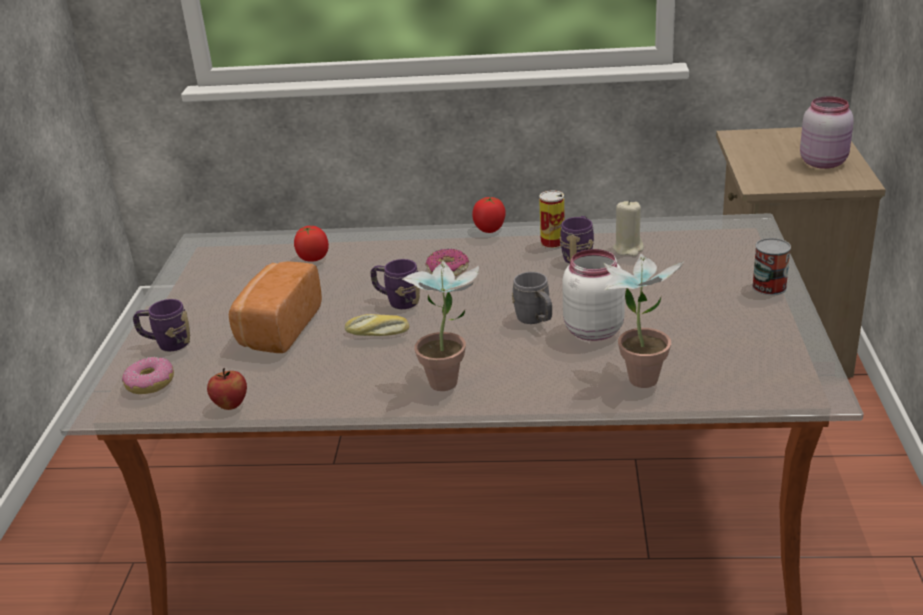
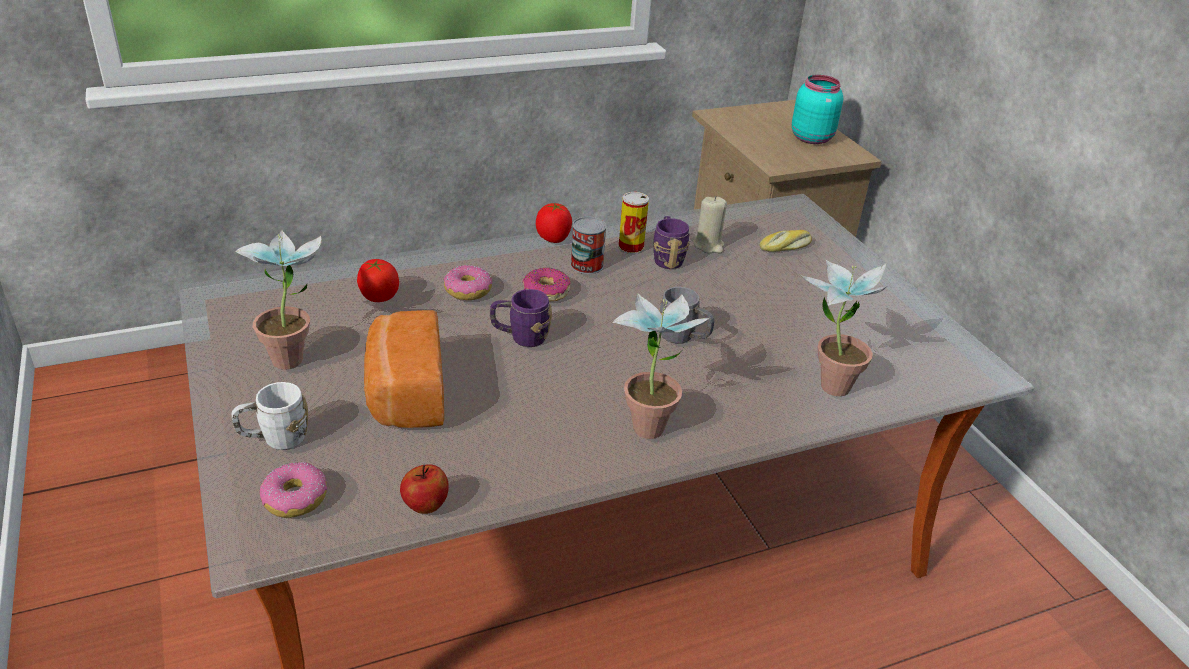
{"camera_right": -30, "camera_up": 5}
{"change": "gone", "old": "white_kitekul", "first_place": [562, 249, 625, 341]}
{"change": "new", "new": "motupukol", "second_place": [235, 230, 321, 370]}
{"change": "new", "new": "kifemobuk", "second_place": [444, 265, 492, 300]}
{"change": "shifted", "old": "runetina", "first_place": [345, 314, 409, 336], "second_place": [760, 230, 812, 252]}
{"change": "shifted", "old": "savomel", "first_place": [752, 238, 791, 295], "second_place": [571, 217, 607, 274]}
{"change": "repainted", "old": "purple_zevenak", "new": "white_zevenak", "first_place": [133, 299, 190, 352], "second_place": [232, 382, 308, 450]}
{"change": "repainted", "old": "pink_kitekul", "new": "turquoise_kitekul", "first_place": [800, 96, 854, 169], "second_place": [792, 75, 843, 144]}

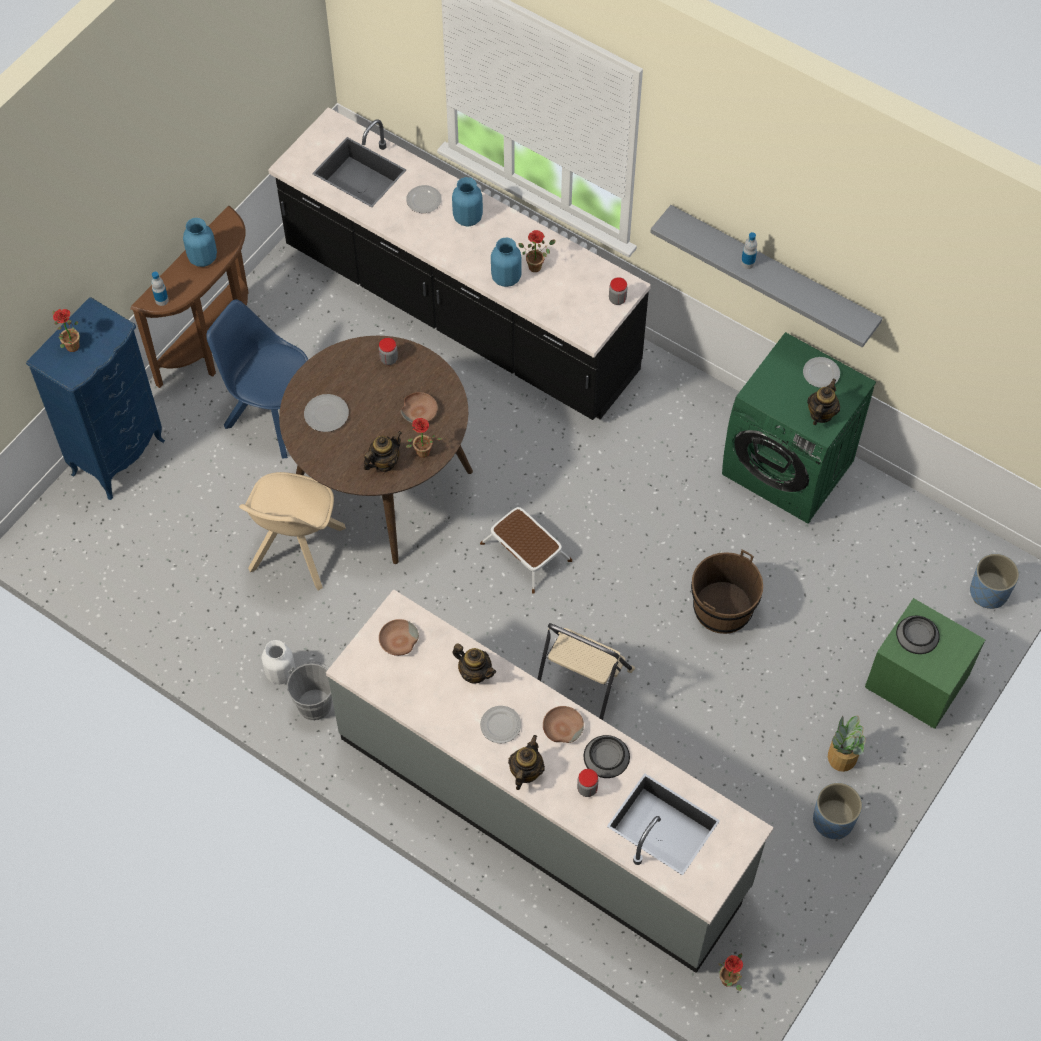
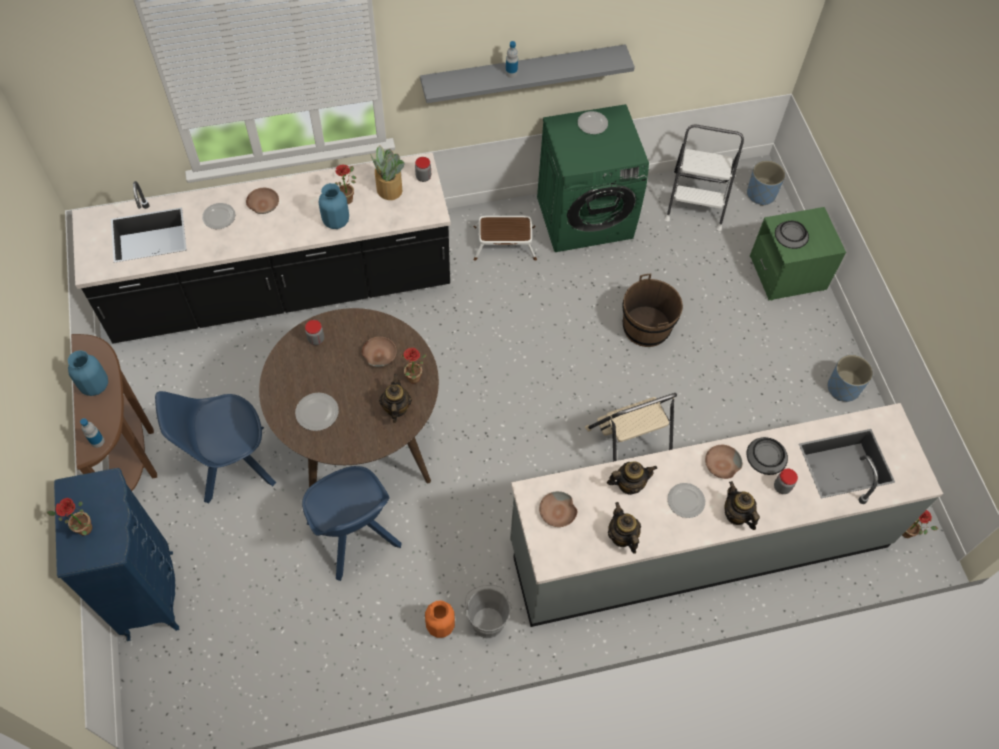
{"camera_right": -50, "camera_up": 0}
{"change": "new", "new": "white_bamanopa", "second_place": [664, 125, 744, 231]}
{"change": "shifted", "old": "brown_bamanopa", "first_place": [480, 507, 572, 593], "second_place": [473, 216, 537, 261]}
{"change": "shifted", "old": "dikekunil", "first_place": [807, 379, 840, 425], "second_place": [608, 502, 641, 554]}
{"change": "shifted", "old": "motupukol", "first_place": [828, 716, 866, 772], "second_place": [370, 145, 405, 200]}
{"change": "swapped", "old": "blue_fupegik", "new": "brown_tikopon", "first_place": [452, 177, 483, 227], "second_place": [246, 188, 279, 214]}
{"change": "repainted", "old": "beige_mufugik", "new": "blue_mufugik", "first_place": [239, 472, 346, 591], "second_place": [302, 466, 402, 581]}
{"change": "repainted", "old": "white_fupegik", "new": "orange_fupegik", "first_place": [261, 640, 295, 684], "second_place": [425, 601, 455, 638]}

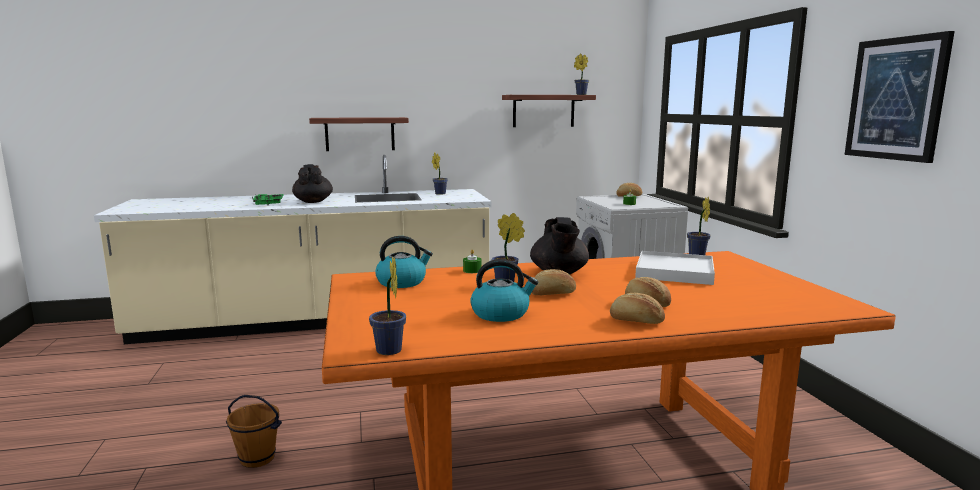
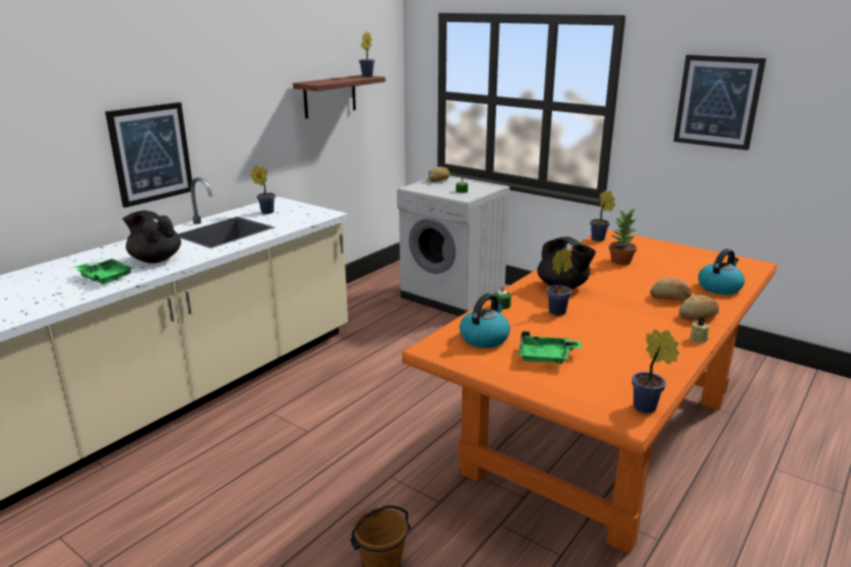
{"camera_right": -40, "camera_up": 10}
{"change": "gone", "old": "runetina", "first_place": [532, 269, 576, 295]}
{"change": "new", "new": "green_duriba", "second_place": [519, 331, 582, 364]}
{"change": "new", "new": "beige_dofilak", "second_place": [690, 317, 710, 344]}
{"change": "shifted", "old": "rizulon", "first_place": [470, 259, 538, 322], "second_place": [698, 249, 745, 295]}
{"change": "swapped", "old": "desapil", "new": "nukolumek", "first_place": [309, 117, 409, 151], "second_place": [105, 102, 192, 208]}
{"change": "swapped", "old": "white_duriba", "new": "motupukol", "first_place": [635, 251, 715, 285], "second_place": [609, 209, 637, 265]}

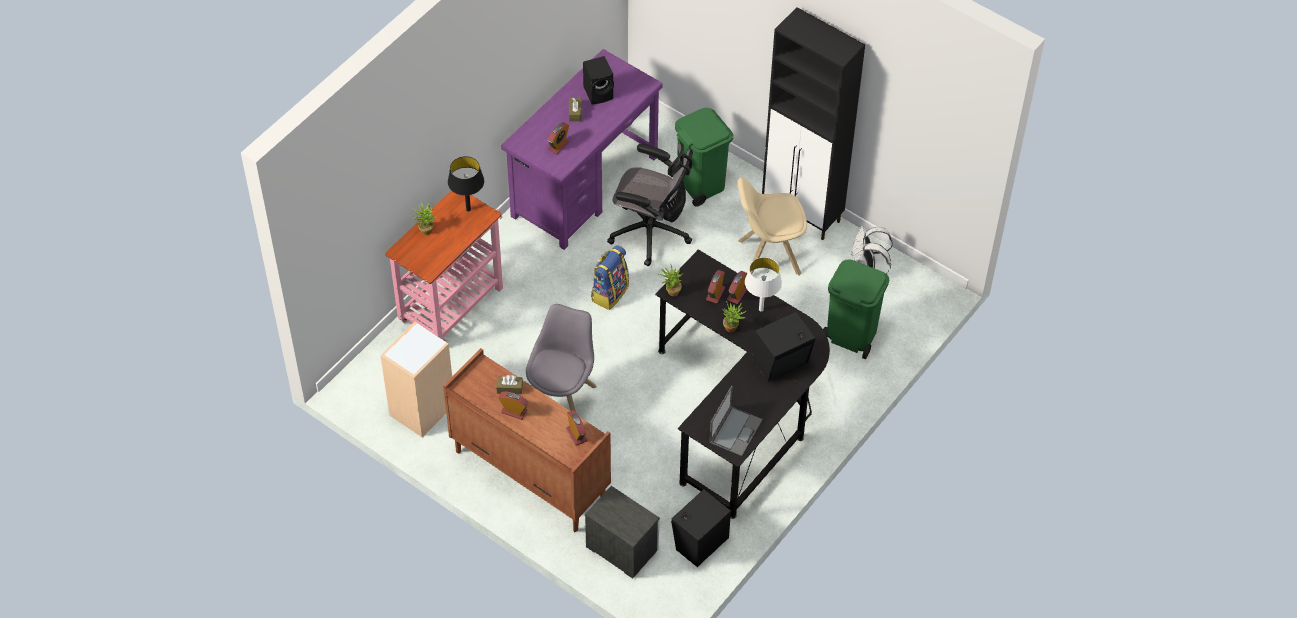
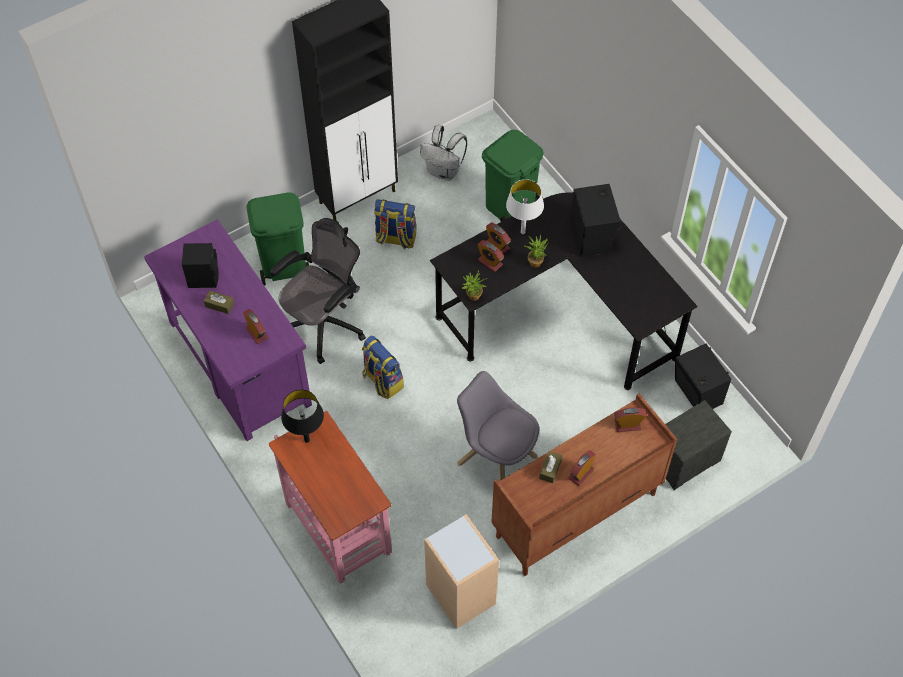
{"camera_right": -70, "camera_up": 5}
{"change": "gone", "old": "motupukol", "first_place": [412, 203, 437, 235]}
{"change": "gone", "old": "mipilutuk", "first_place": [709, 386, 762, 456]}
{"change": "swapped", "old": "beige_mufugik", "new": "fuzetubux", "first_place": [738, 178, 807, 275], "second_place": [374, 199, 416, 249]}

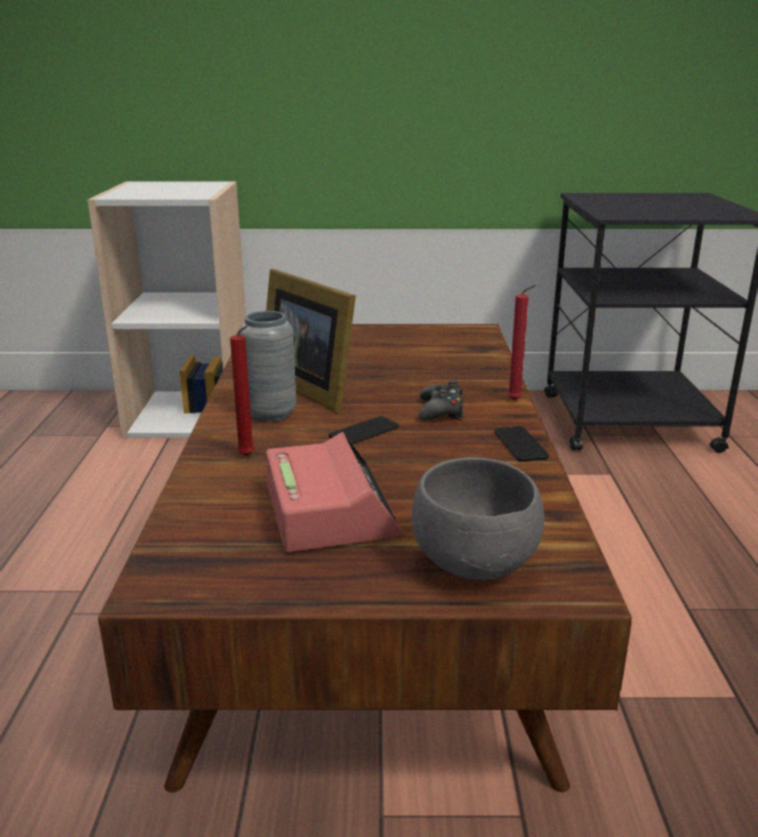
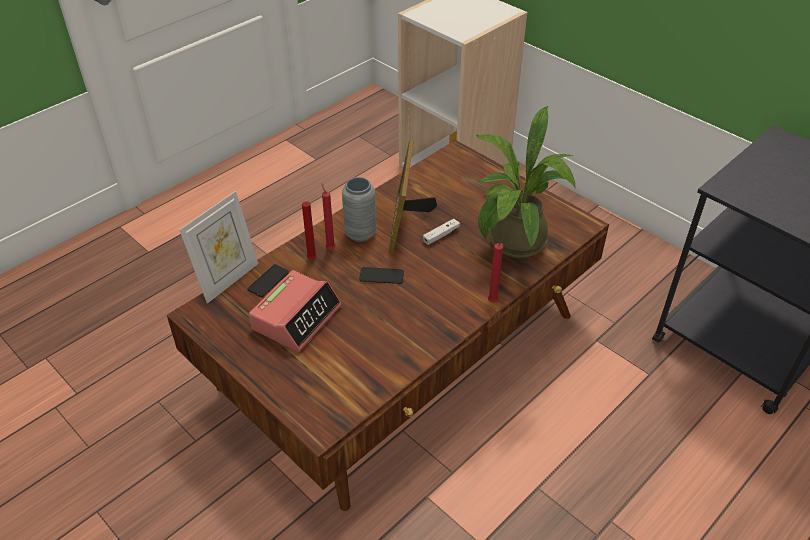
{"camera_right": 45, "camera_up": 20}
{"change": "gone", "old": "grey_tikopon", "first_place": [411, 457, 544, 580]}
{"change": "gone", "old": "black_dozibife", "first_place": [418, 380, 464, 420]}
{"change": "new", "new": "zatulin", "second_place": [179, 191, 258, 304]}
{"change": "new", "new": "red_dofilak", "second_place": [322, 183, 335, 249]}
{"change": "new", "new": "white_dozibife", "second_place": [423, 219, 460, 245]}
{"change": "new", "new": "motupukol", "second_place": [476, 106, 575, 259]}
{"change": "shifted", "old": "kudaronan", "first_place": [494, 426, 549, 462], "second_place": [248, 264, 289, 297]}

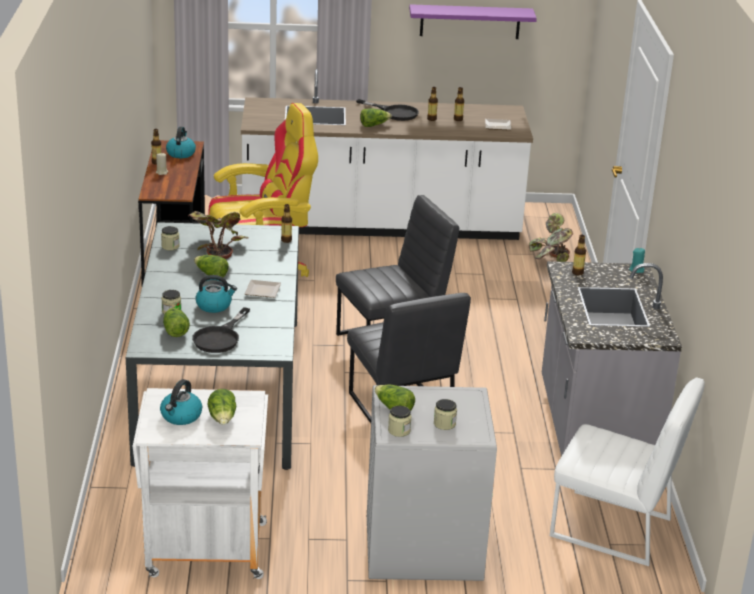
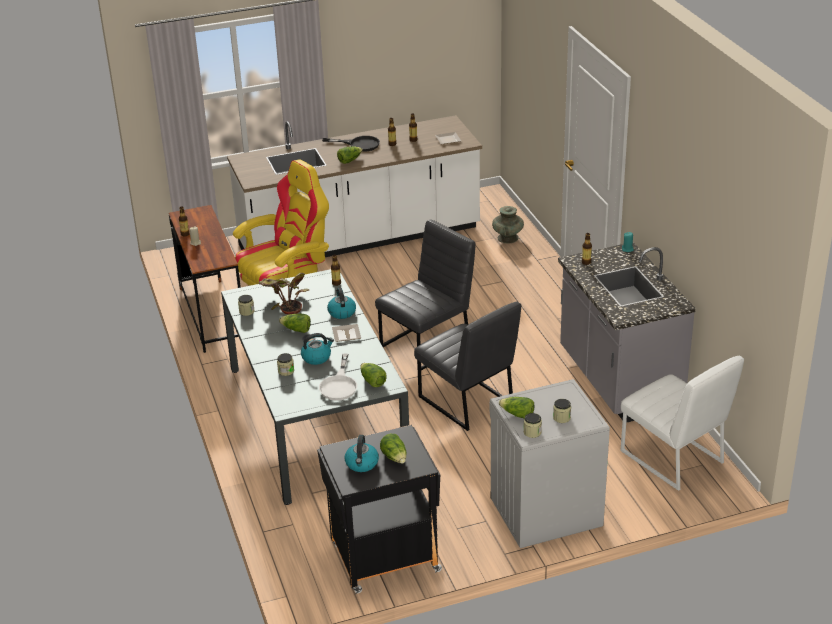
{"camera_right": -15, "camera_up": 5}
{"change": "gone", "old": "purple_desapil", "first_place": [409, 4, 537, 39]}
{"change": "shifted", "old": "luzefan", "first_place": [163, 308, 190, 337], "second_place": [360, 363, 387, 387]}
{"change": "shifted", "old": "rizulon", "first_place": [166, 127, 196, 158], "second_place": [327, 288, 356, 319]}
{"change": "swapped", "old": "motupukol", "new": "turquoise_fupegik", "first_place": [529, 213, 573, 262], "second_place": [492, 206, 524, 244]}
{"change": "repainted", "old": "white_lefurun", "new": "black_lefurun", "first_place": [133, 388, 268, 579], "second_place": [317, 425, 442, 594]}
{"change": "repainted", "old": "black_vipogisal", "new": "white_vipogisal", "first_place": [192, 307, 250, 353], "second_place": [319, 354, 357, 401]}
{"change": "rotated", "old": "white_mufugik", "first_place": [550, 377, 705, 566], "second_place": [621, 355, 744, 491], "degrees": 45}

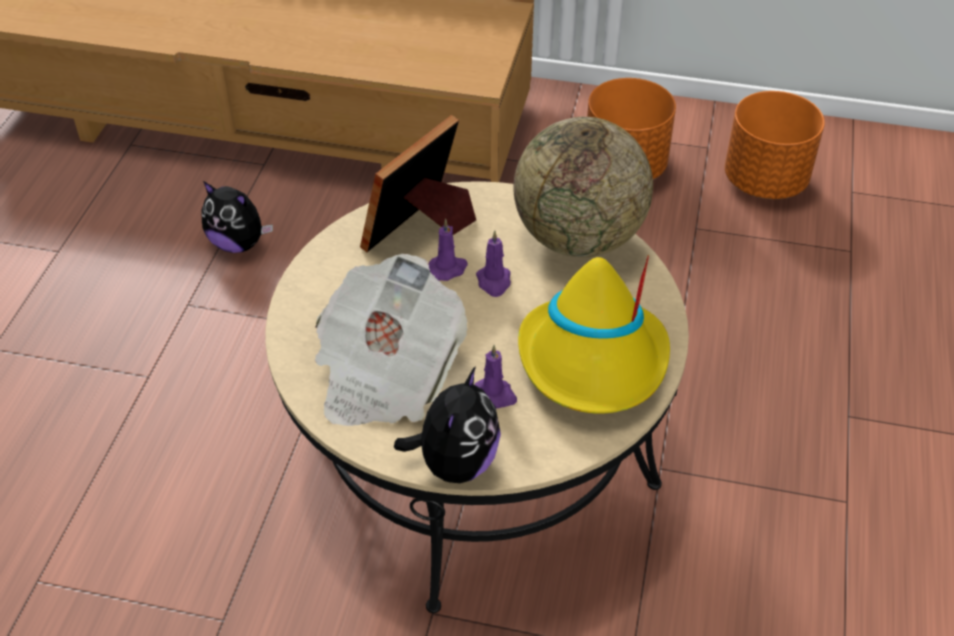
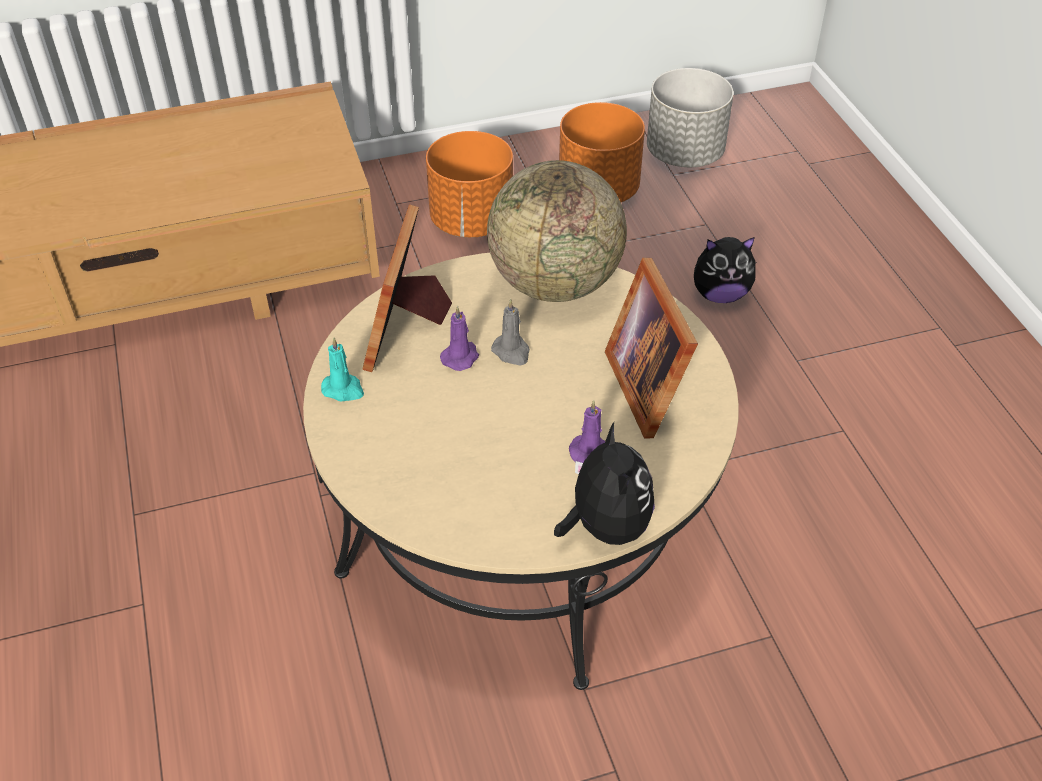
{"camera_right": -30, "camera_up": 0}
{"change": "gone", "old": "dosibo", "first_place": [315, 254, 467, 426]}
{"change": "new", "new": "turquoise_dofilak", "second_place": [321, 337, 364, 401]}
{"change": "new", "new": "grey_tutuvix", "second_place": [647, 68, 734, 167]}
{"change": "shifted", "old": "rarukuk", "first_place": [201, 181, 273, 253], "second_place": [694, 237, 756, 303]}
{"change": "swapped", "old": "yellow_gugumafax", "new": "zatulin", "first_place": [518, 255, 670, 413], "second_place": [605, 258, 698, 438]}
{"change": "repainted", "old": "purple_dofilak", "new": "grey_dofilak", "first_place": [476, 230, 511, 297], "second_place": [491, 299, 530, 366]}

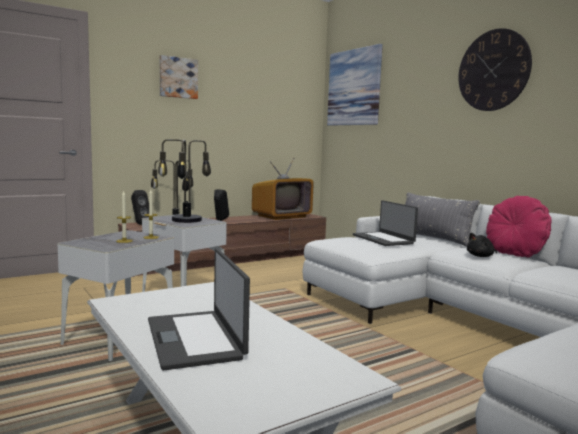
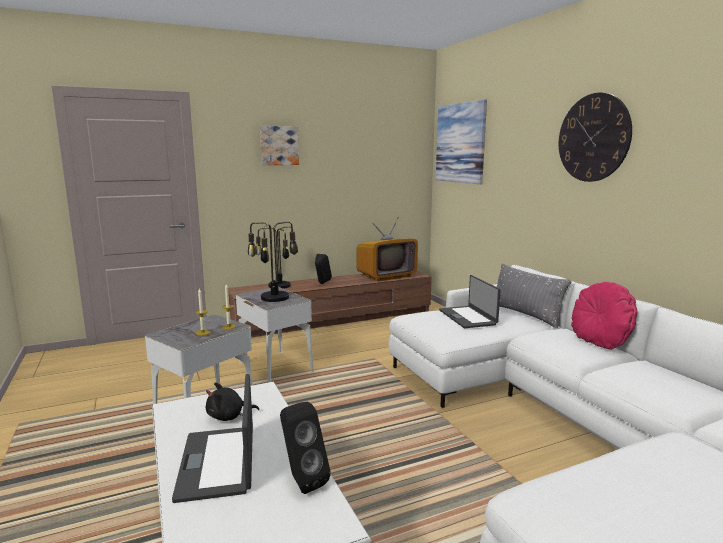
{"camera_right": 10, "camera_up": 5}
{"change": "shifted", "old": "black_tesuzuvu", "first_place": [131, 190, 149, 225], "second_place": [280, 401, 331, 494]}
{"change": "shifted", "old": "black_rarukuk", "first_place": [467, 233, 497, 257], "second_place": [206, 382, 259, 421]}

